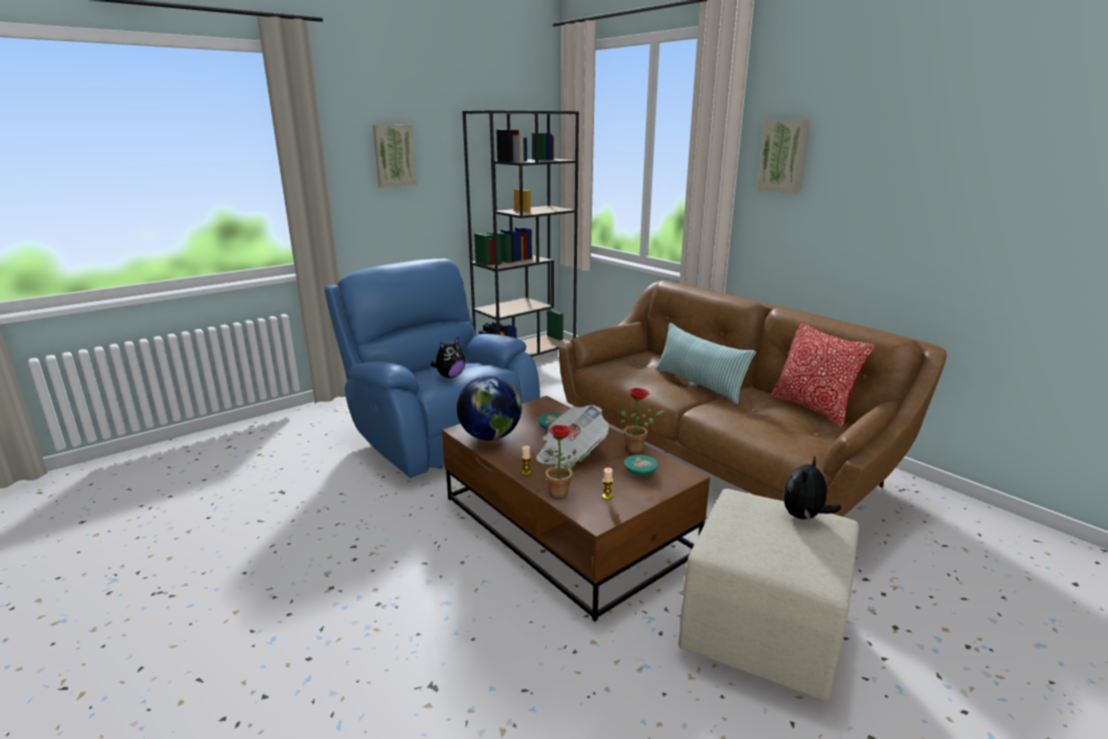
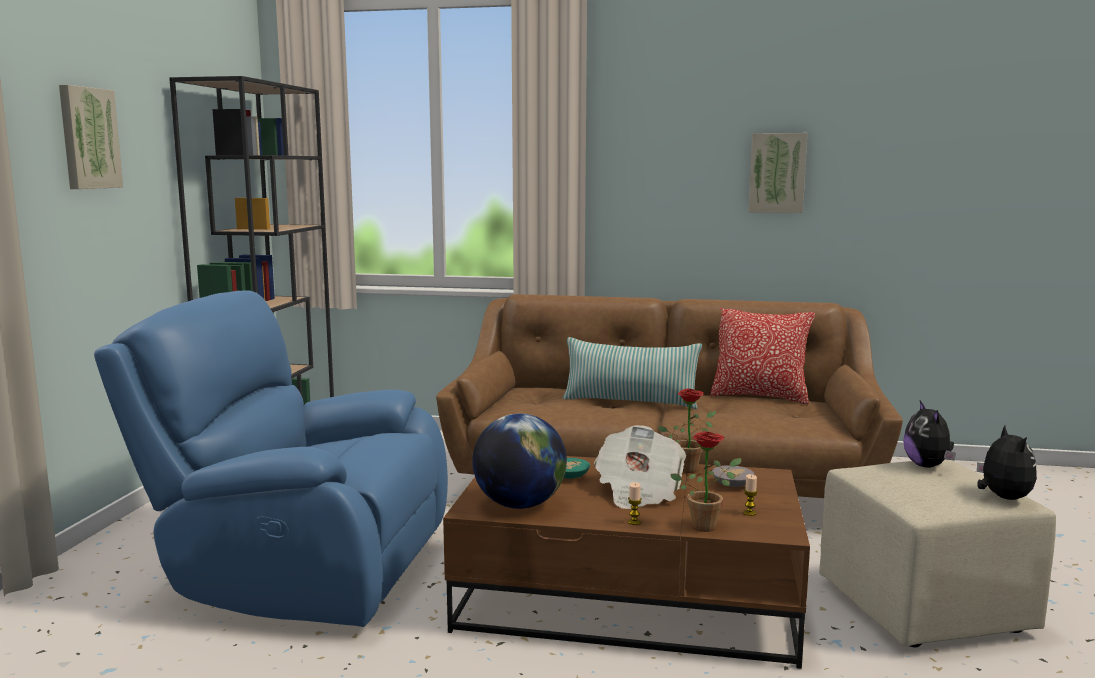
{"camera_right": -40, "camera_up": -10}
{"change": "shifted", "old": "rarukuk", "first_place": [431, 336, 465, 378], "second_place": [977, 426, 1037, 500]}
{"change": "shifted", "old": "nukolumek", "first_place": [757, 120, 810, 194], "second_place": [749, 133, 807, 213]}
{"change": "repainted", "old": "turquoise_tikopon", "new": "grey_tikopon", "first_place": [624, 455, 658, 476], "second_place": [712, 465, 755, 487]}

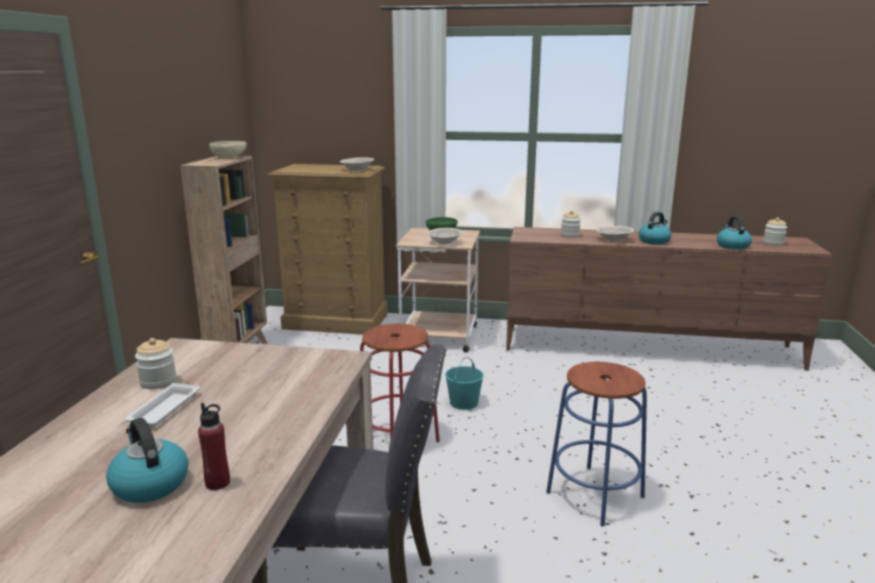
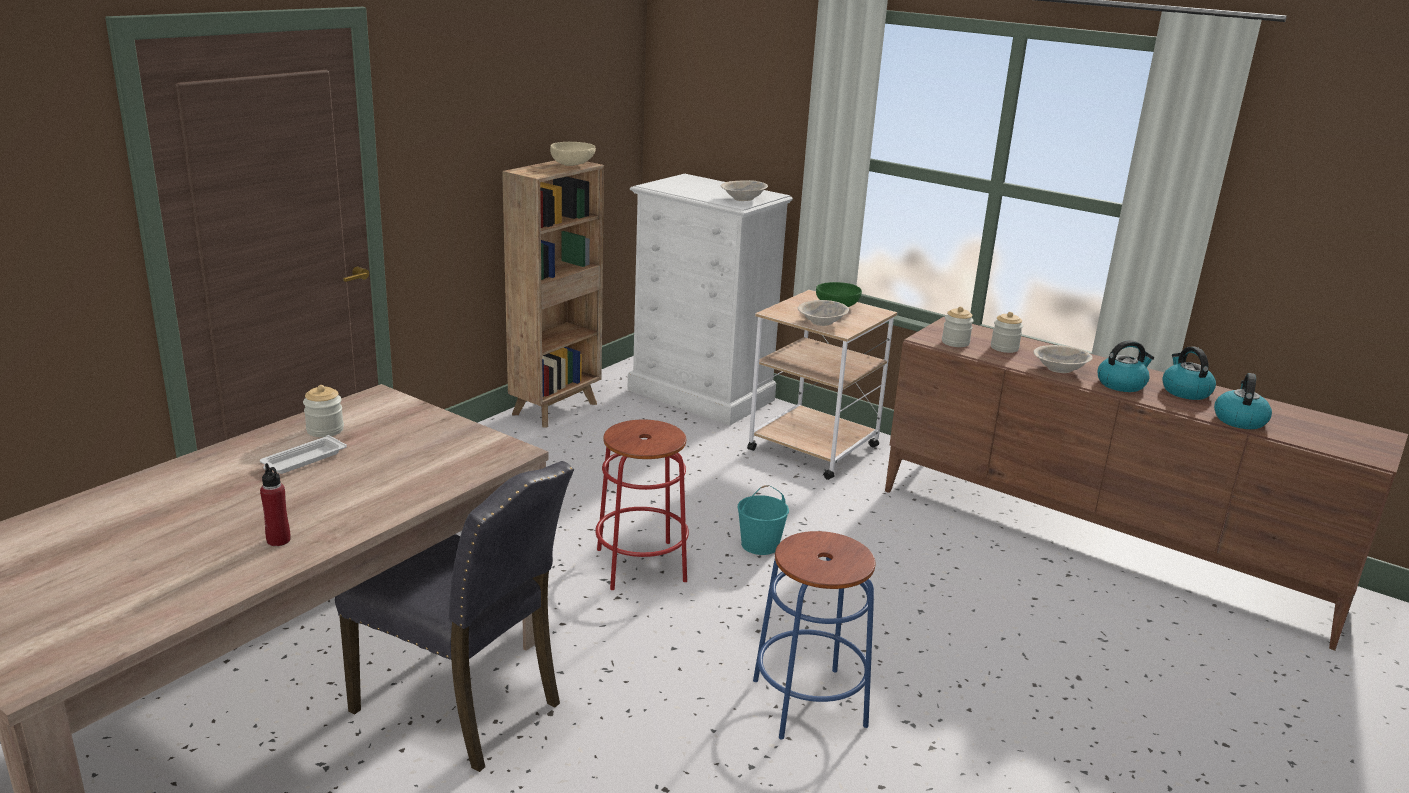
{"camera_right": 25, "camera_up": 5}
{"change": "shifted", "old": "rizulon", "first_place": [106, 418, 188, 503], "second_place": [1162, 347, 1216, 400]}
{"change": "shifted", "old": "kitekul", "first_place": [763, 217, 787, 246], "second_place": [942, 306, 974, 347]}
{"change": "repainted", "old": "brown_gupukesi", "new": "white_gupukesi", "first_place": [267, 164, 388, 335], "second_place": [627, 174, 793, 426]}

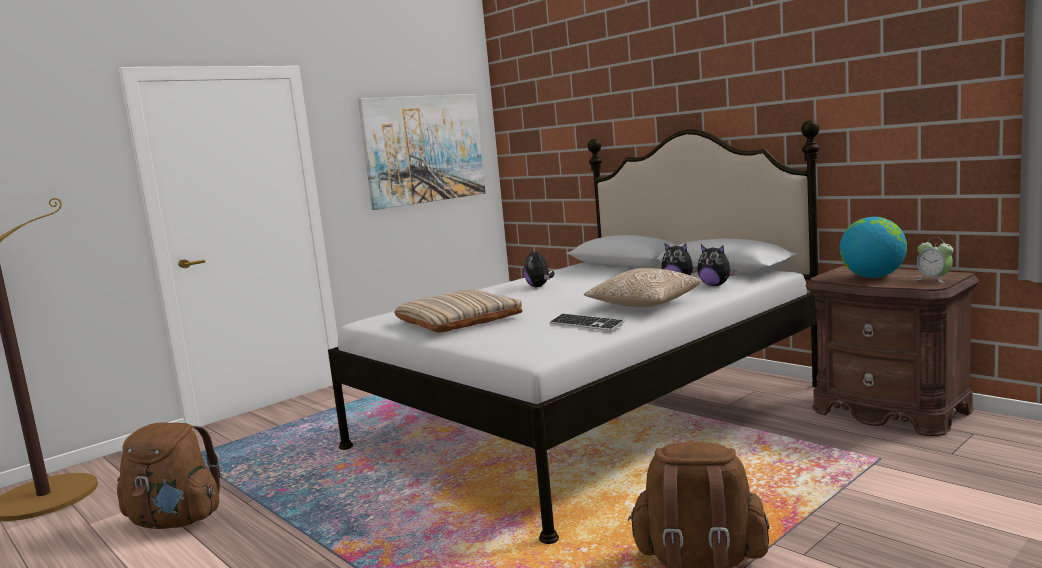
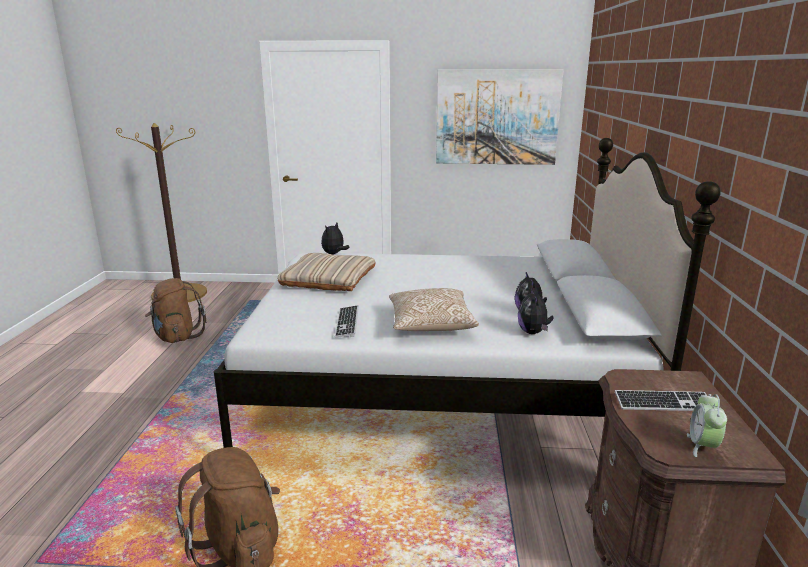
{"camera_right": 45, "camera_up": 10}
{"change": "shifted", "old": "rarukuk", "first_place": [524, 249, 554, 287], "second_place": [321, 223, 350, 254]}
{"change": "swapped", "old": "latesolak", "new": "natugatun", "first_place": [840, 217, 907, 278], "second_place": [615, 390, 707, 411]}

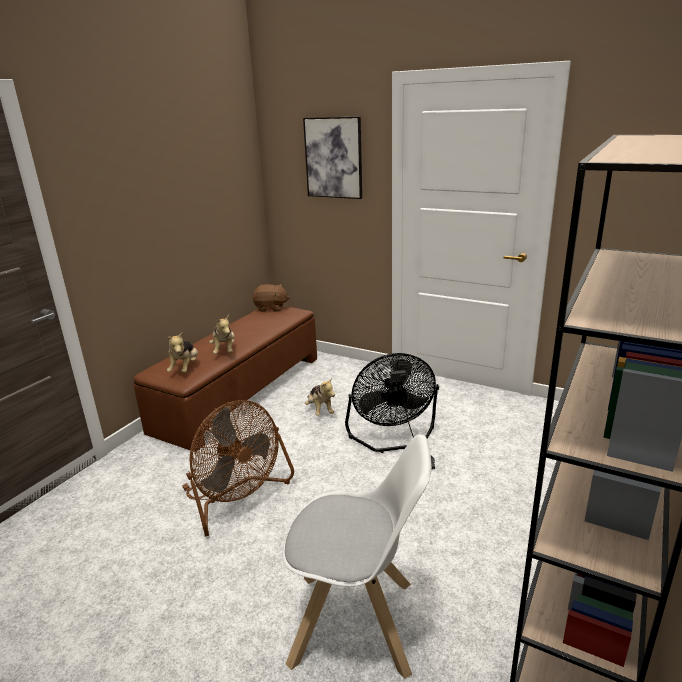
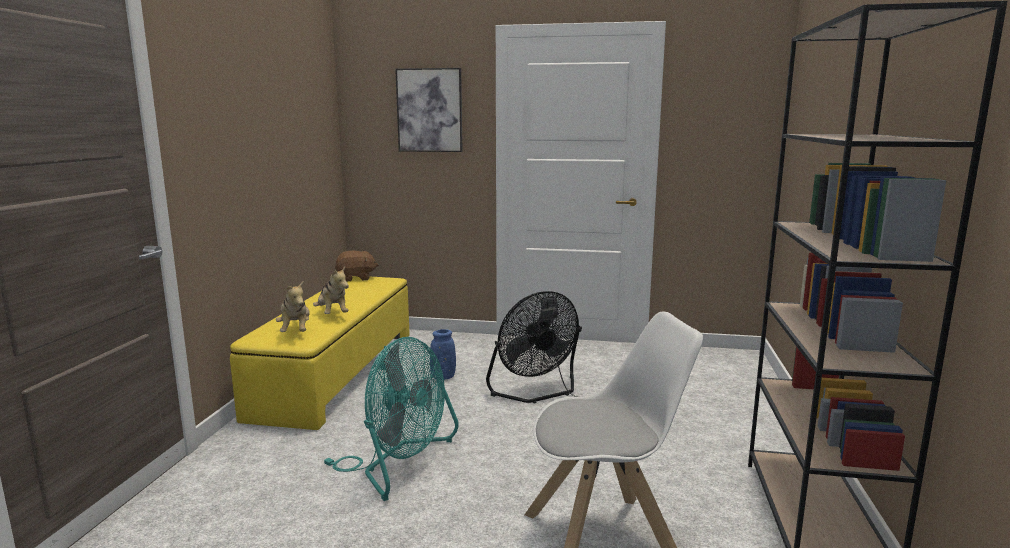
{"camera_right": -20, "camera_up": -10}
{"change": "swapped", "old": "rarukuk", "new": "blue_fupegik", "first_place": [305, 377, 335, 416], "second_place": [430, 329, 456, 380]}
{"change": "repainted", "old": "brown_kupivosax", "new": "yellow_kupivosax", "first_place": [134, 306, 317, 452], "second_place": [230, 276, 410, 430]}
{"change": "repainted", "old": "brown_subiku", "new": "turquoise_subiku", "first_place": [182, 400, 294, 536], "second_place": [324, 337, 458, 501]}

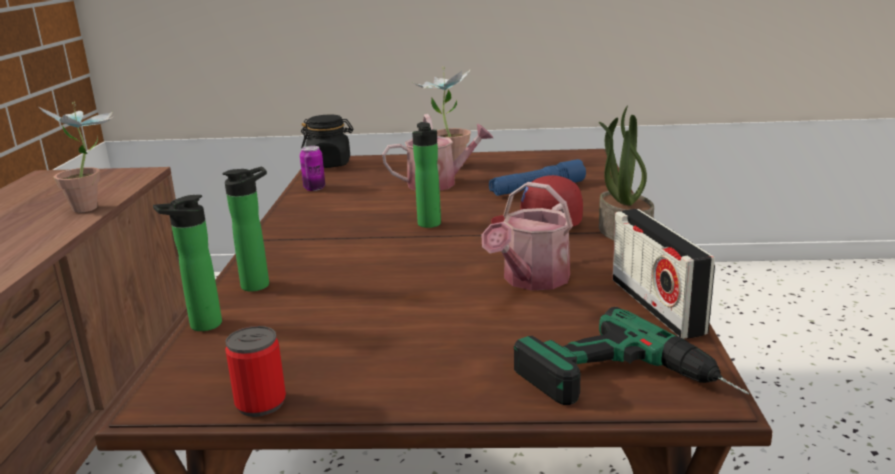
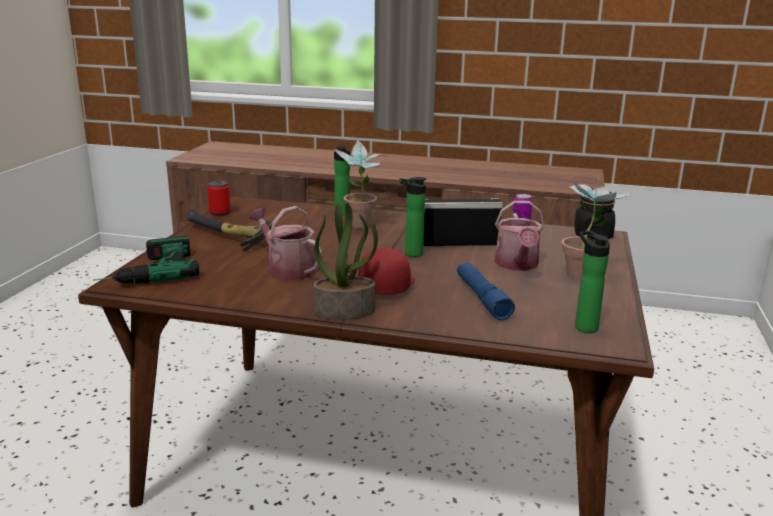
{"camera_right": 100, "camera_up": 0}
{"change": "new", "new": "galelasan", "second_place": [187, 209, 277, 251]}
{"change": "shifted", "old": "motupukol", "first_place": [39, 101, 113, 213], "second_place": [334, 140, 387, 229]}
{"change": "shifted", "old": "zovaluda", "first_place": [153, 195, 222, 331], "second_place": [575, 231, 610, 333]}
{"change": "shifted", "old": "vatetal", "first_place": [612, 209, 715, 339], "second_place": [424, 199, 503, 246]}

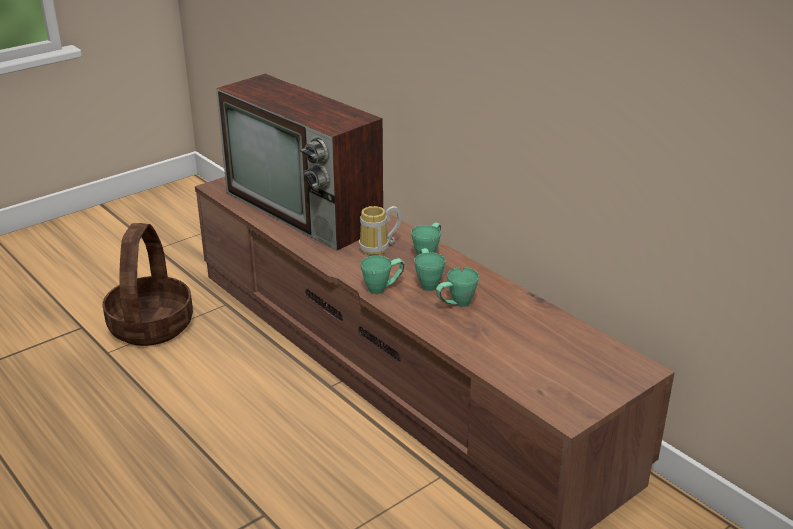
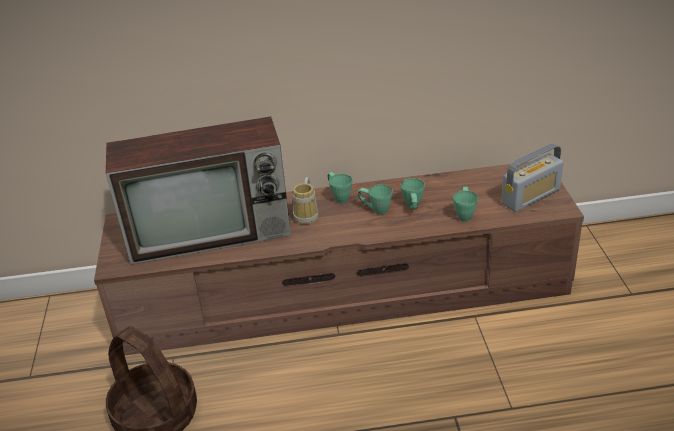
{"camera_right": -55, "camera_up": 5}
{"change": "new", "new": "vatetal", "second_place": [501, 143, 563, 212]}
{"change": "shifted", "old": "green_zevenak", "first_place": [361, 256, 404, 294], "second_place": [453, 187, 478, 222]}

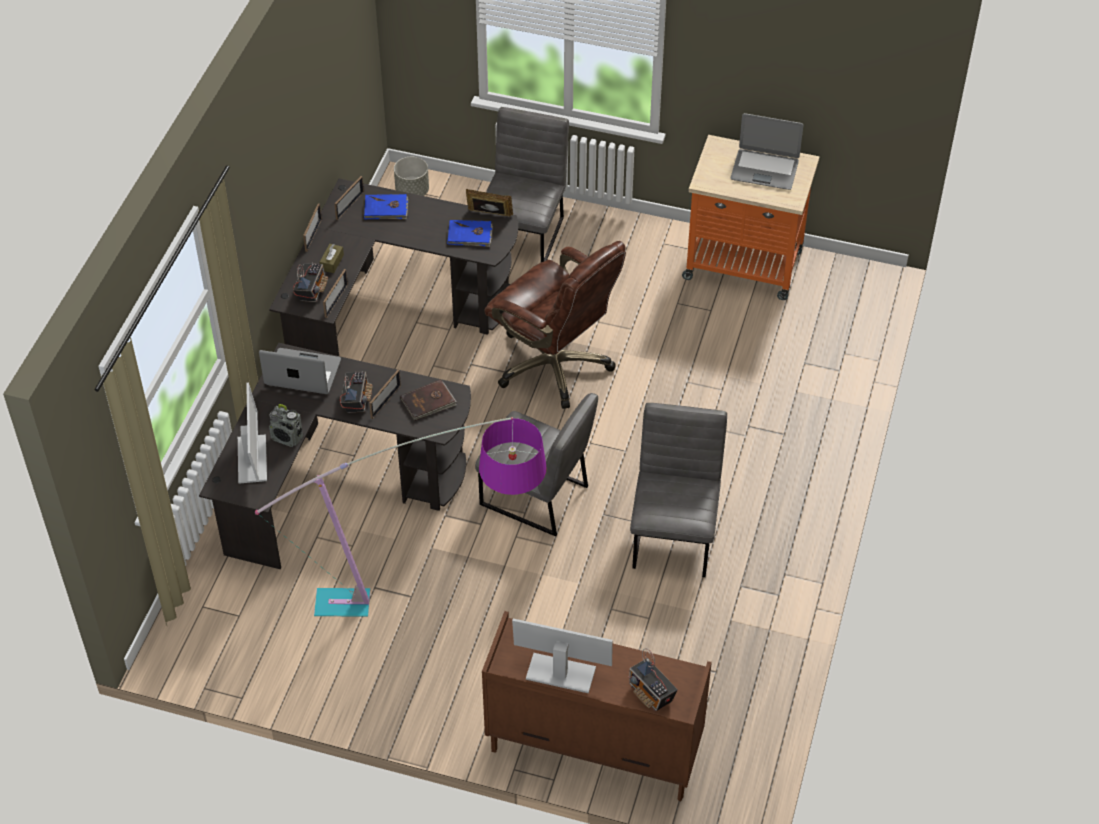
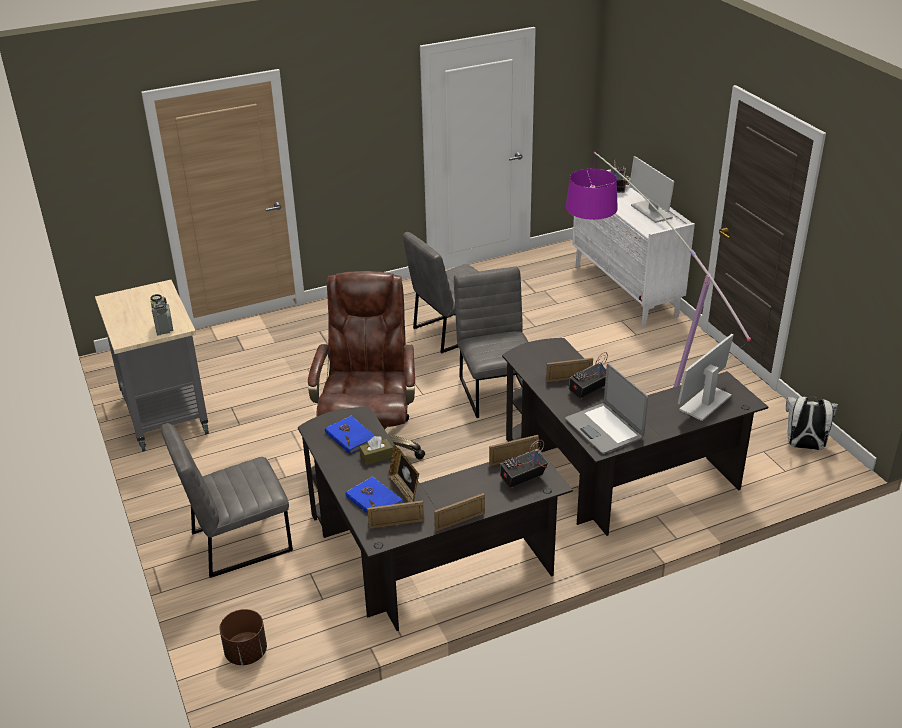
{"camera_right": -130, "camera_up": -15}
{"change": "gone", "old": "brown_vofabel", "first_place": [400, 379, 457, 421]}
{"change": "gone", "old": "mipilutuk", "first_place": [731, 113, 803, 190]}
{"change": "new", "new": "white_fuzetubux", "second_place": [786, 396, 838, 450]}
{"change": "shifted", "old": "vatetal", "first_place": [269, 404, 303, 447], "second_place": [150, 294, 173, 336]}
{"change": "shifted", "old": "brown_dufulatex", "first_place": [319, 244, 344, 273], "second_place": [360, 436, 393, 465]}
{"change": "shifted", "old": "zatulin", "first_place": [466, 189, 513, 217], "second_place": [388, 445, 419, 502]}
{"change": "repainted", "old": "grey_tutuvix", "new": "brown_tutuvix", "first_place": [394, 157, 429, 196], "second_place": [219, 609, 267, 665]}
{"change": "repainted", "old": "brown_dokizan", "new": "white_dokizan", "first_place": [482, 611, 712, 801], "second_place": [572, 169, 695, 327]}
{"change": "repainted", "old": "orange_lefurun", "new": "grey_lefurun", "first_place": [682, 135, 819, 300], "second_place": [95, 280, 209, 452]}

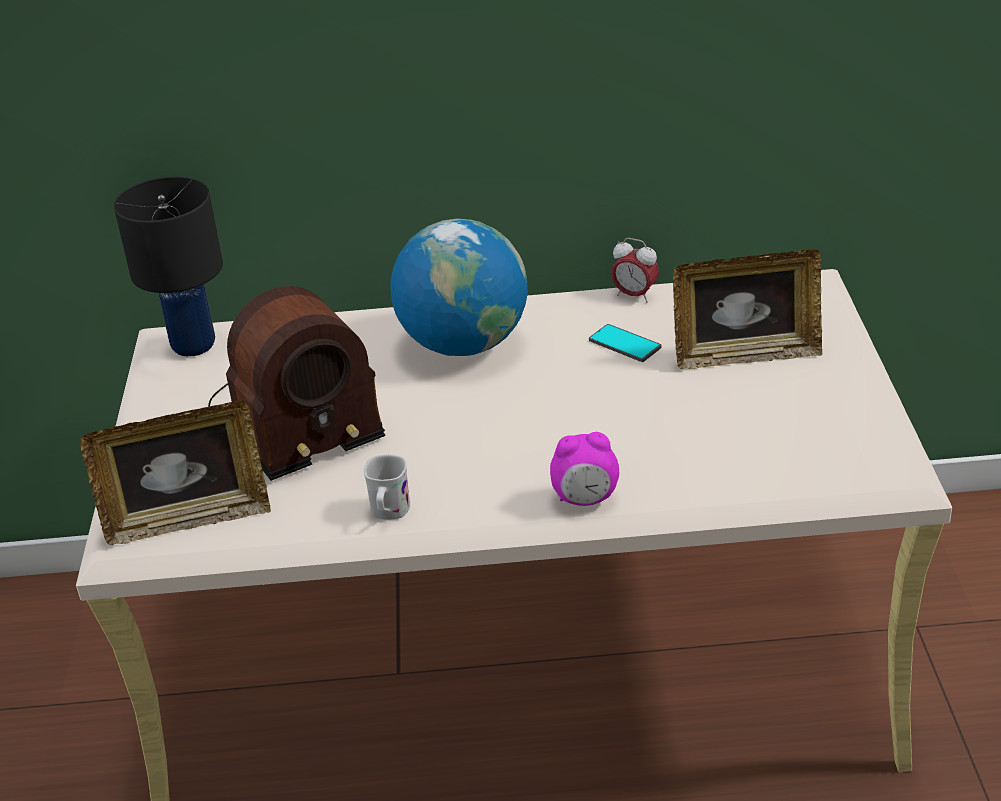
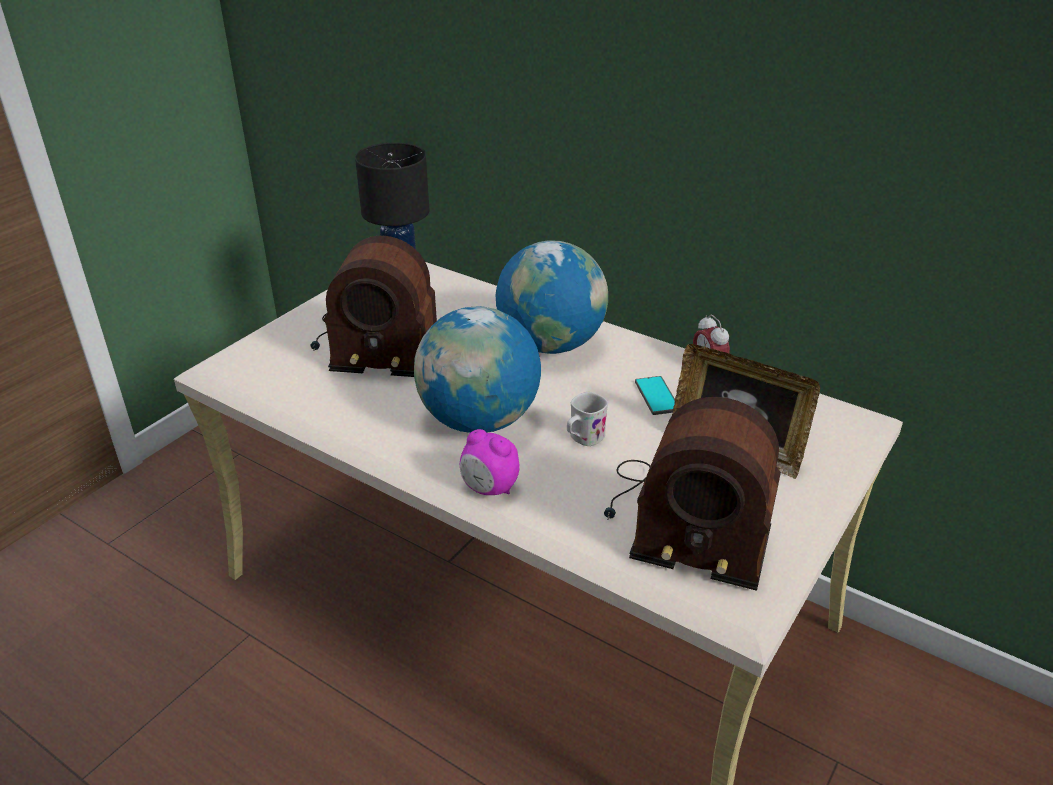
{"camera_right": 35, "camera_up": 0}
{"change": "gone", "old": "zatulin", "first_place": [80, 401, 271, 545]}
{"change": "new", "new": "latesolak", "second_place": [414, 306, 541, 433]}
{"change": "new", "new": "vatetal", "second_place": [604, 397, 781, 591]}
{"change": "shifted", "old": "white_zevenak", "first_place": [364, 455, 410, 520], "second_place": [567, 392, 608, 446]}

